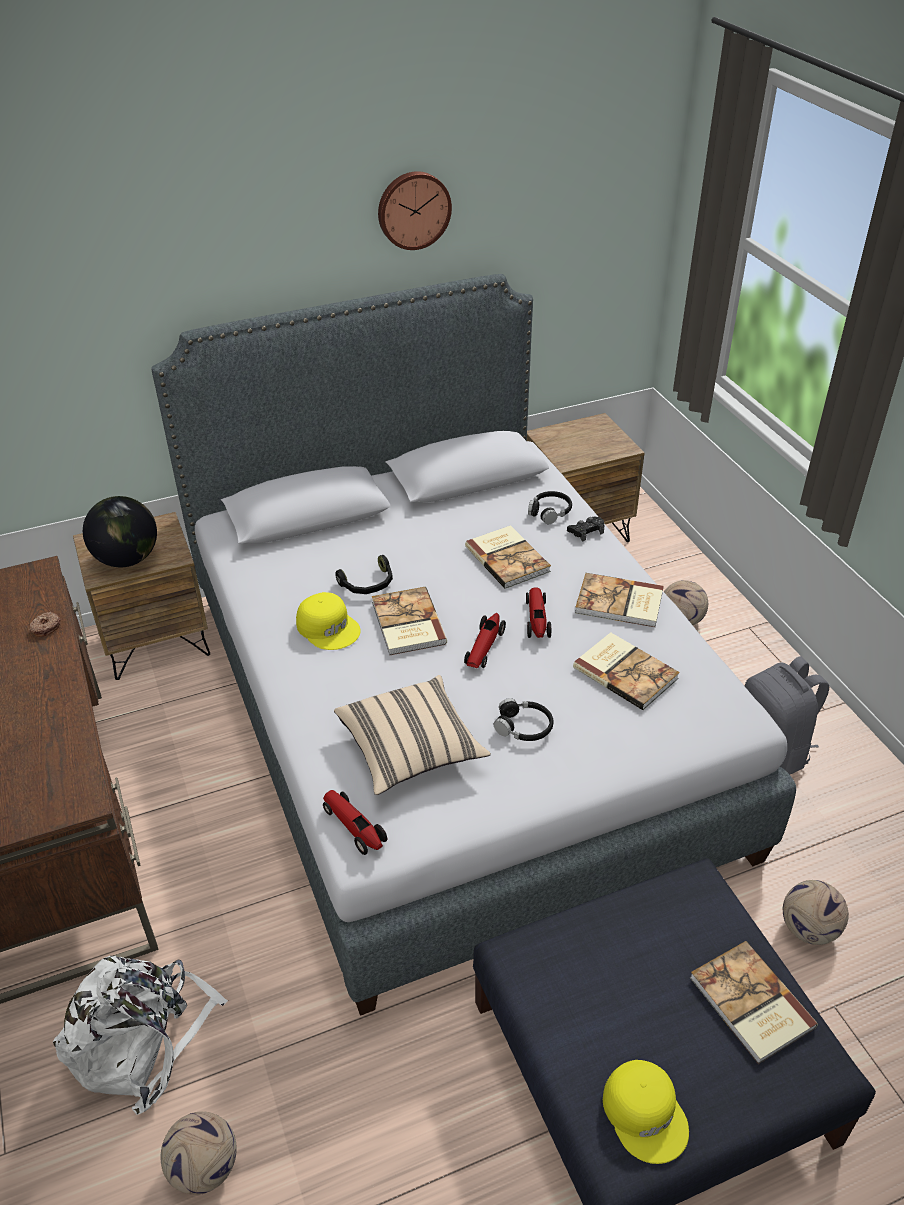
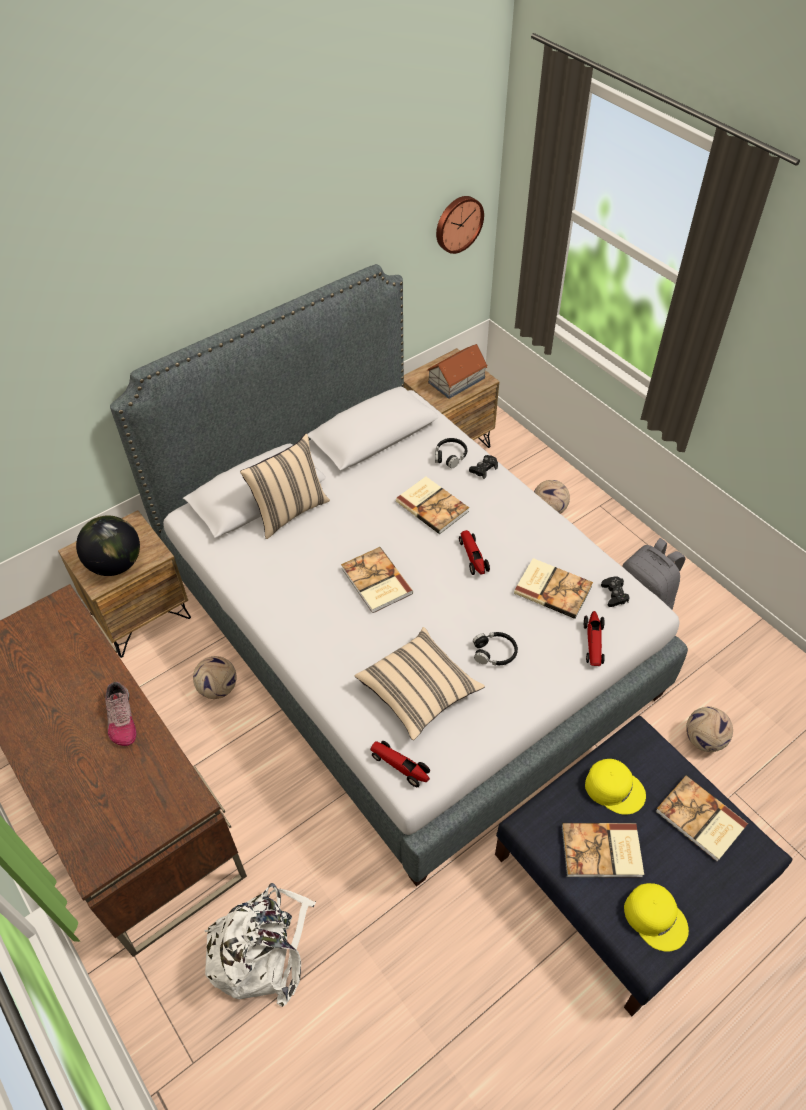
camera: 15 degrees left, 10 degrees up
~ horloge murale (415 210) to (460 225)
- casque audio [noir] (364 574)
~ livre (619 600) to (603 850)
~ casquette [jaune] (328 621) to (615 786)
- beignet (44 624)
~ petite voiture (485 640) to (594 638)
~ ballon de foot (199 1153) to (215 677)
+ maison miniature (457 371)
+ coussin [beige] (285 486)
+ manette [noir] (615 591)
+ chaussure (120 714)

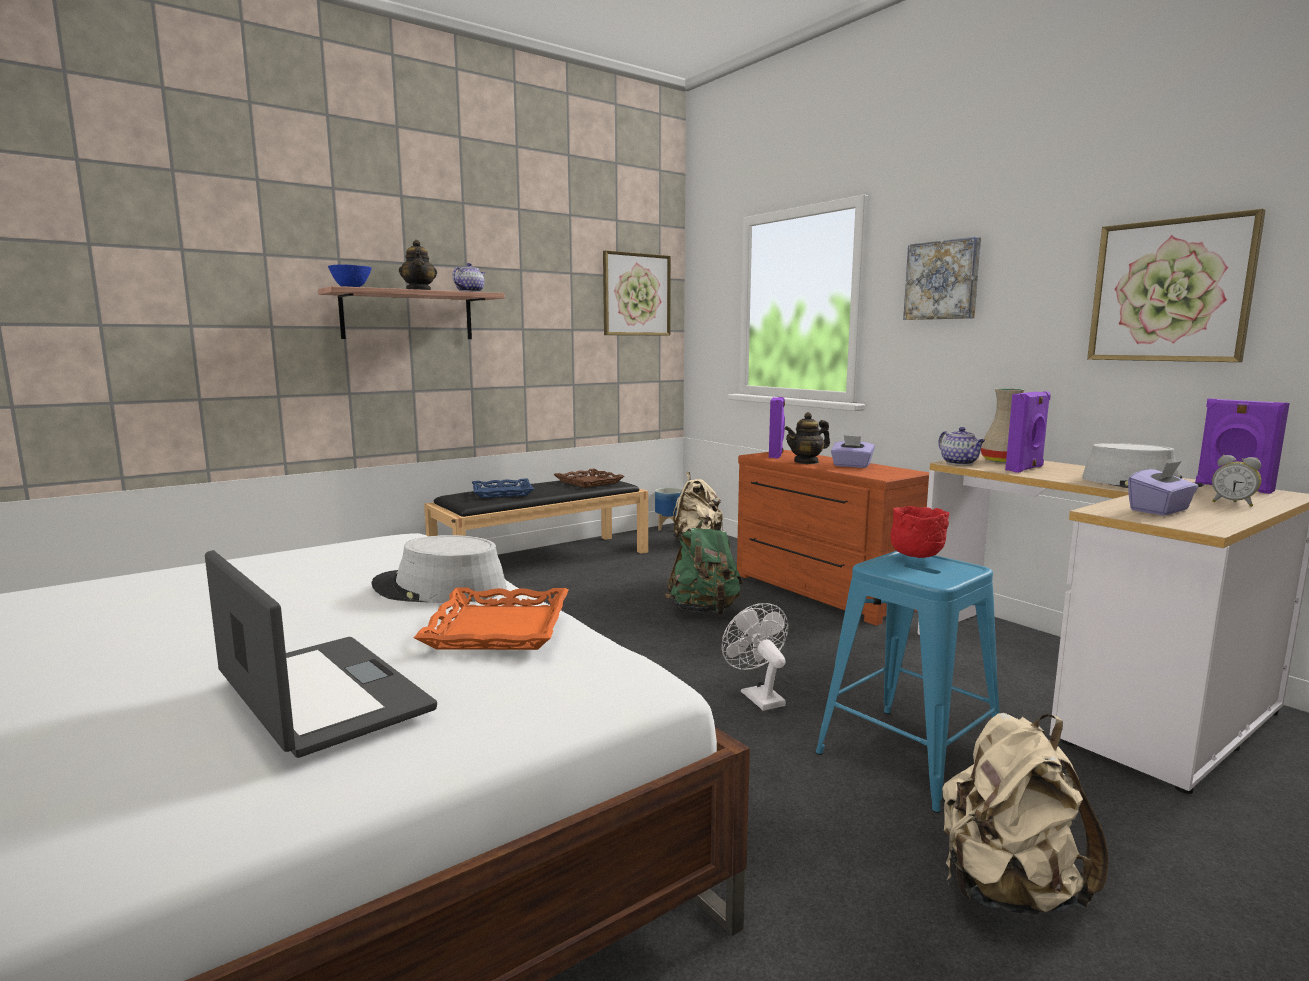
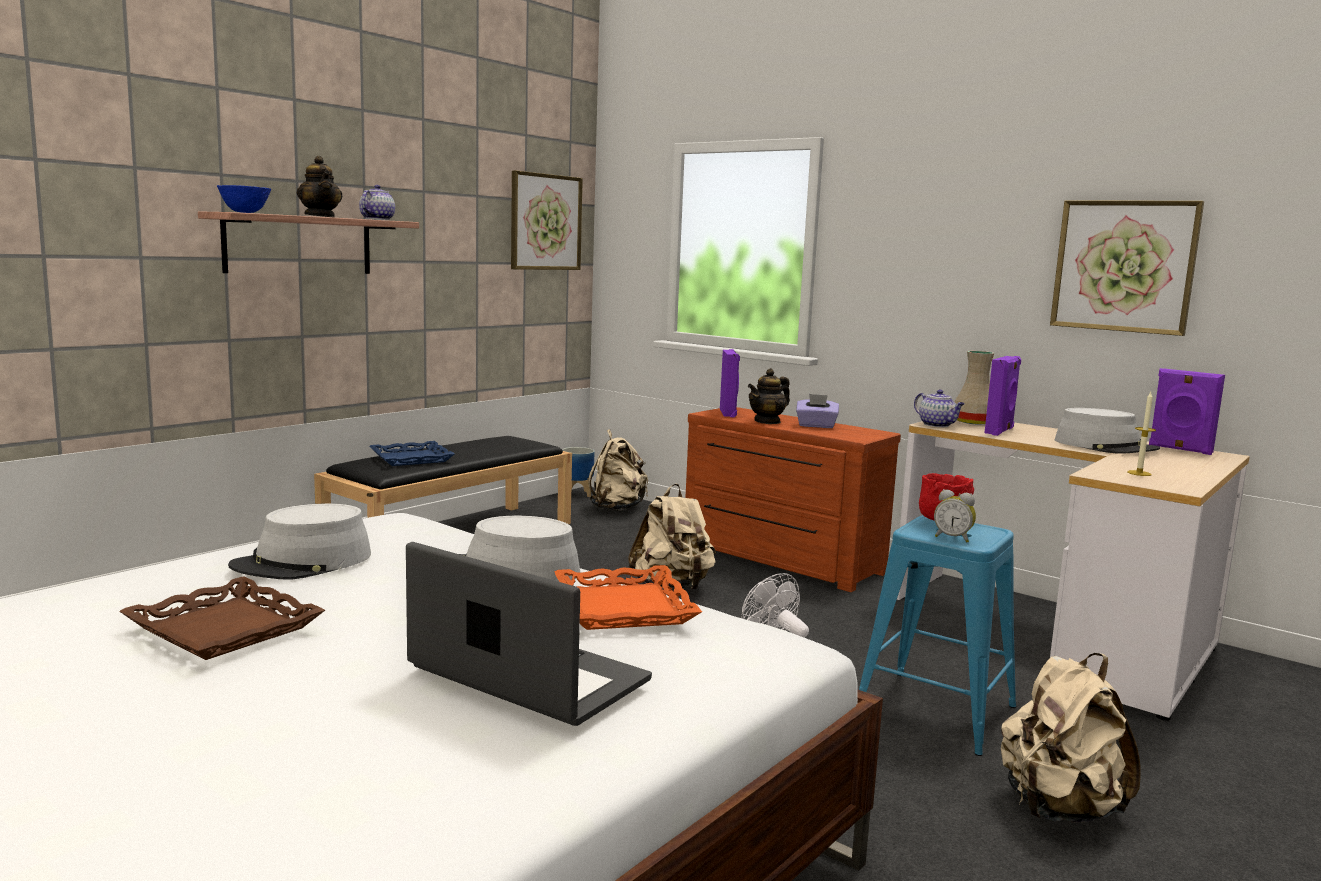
camera: 15 degrees left, 0 degrees up
- tableau (942 278)
~ réveil (1236 481) to (955 515)
~ boîte à mouchoirs [violet] (1163 488) to bougie (1141 434)
~ plateau [marron] (589 478) to (222 618)
~ sac à dos [vert] (703 566) to sac à dos [beige] (672 537)
+ chapeau [gris] (299 542)

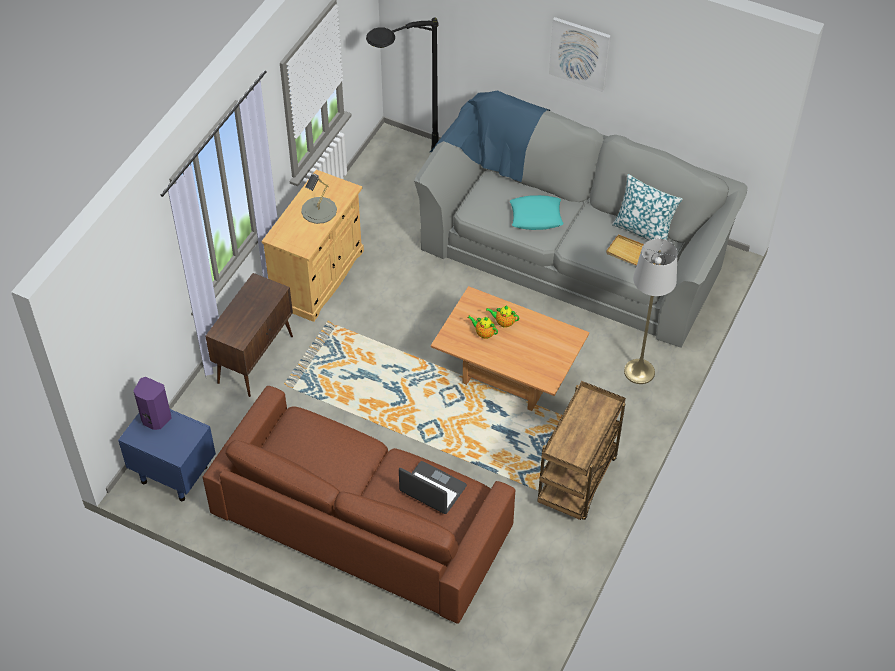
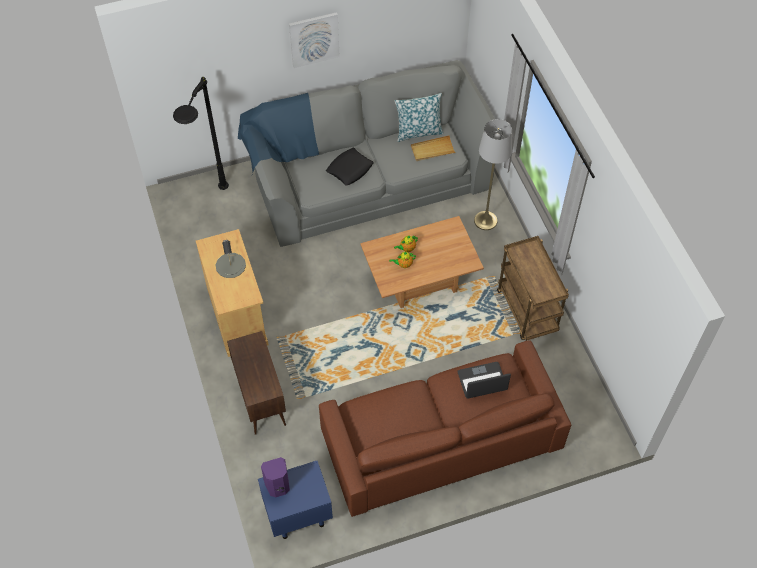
camera: 45 degrees left, 5 degrees up
~ coussin [turquoise] (536 212) to coussin [noir] (350 167)

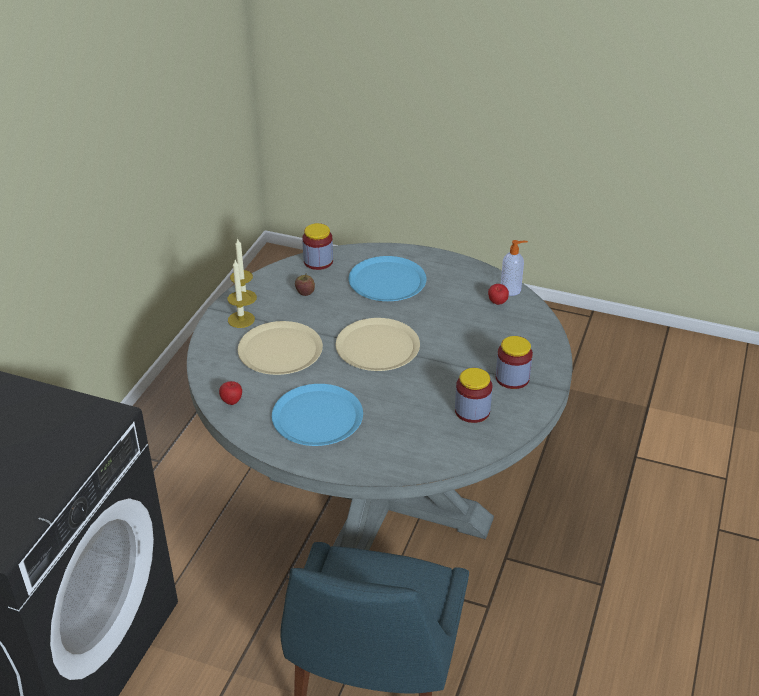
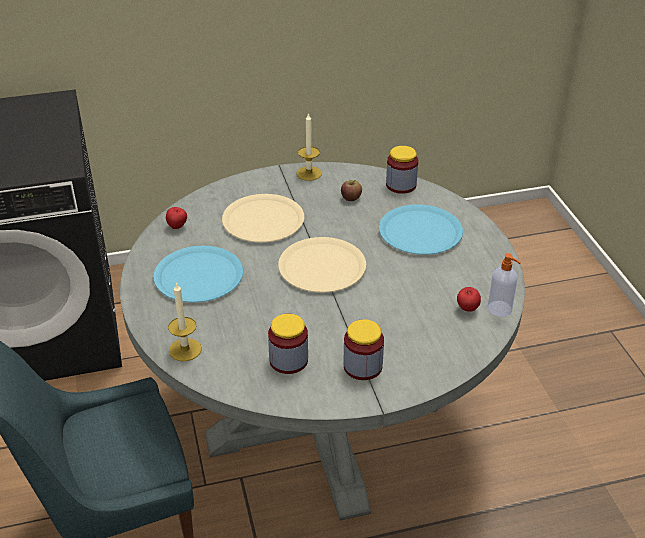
camera: 55 degrees right, 0 degrees up
~ bougie (241 294) to (185 321)

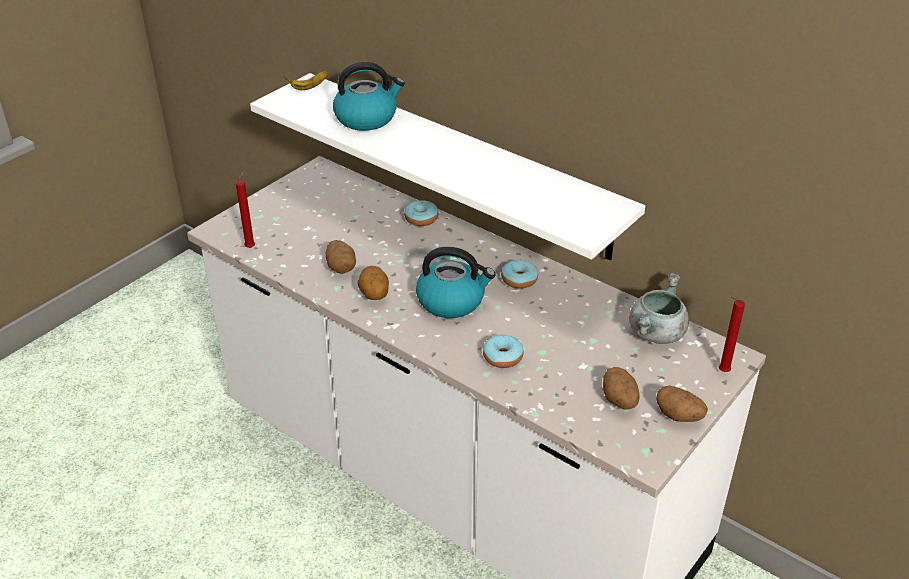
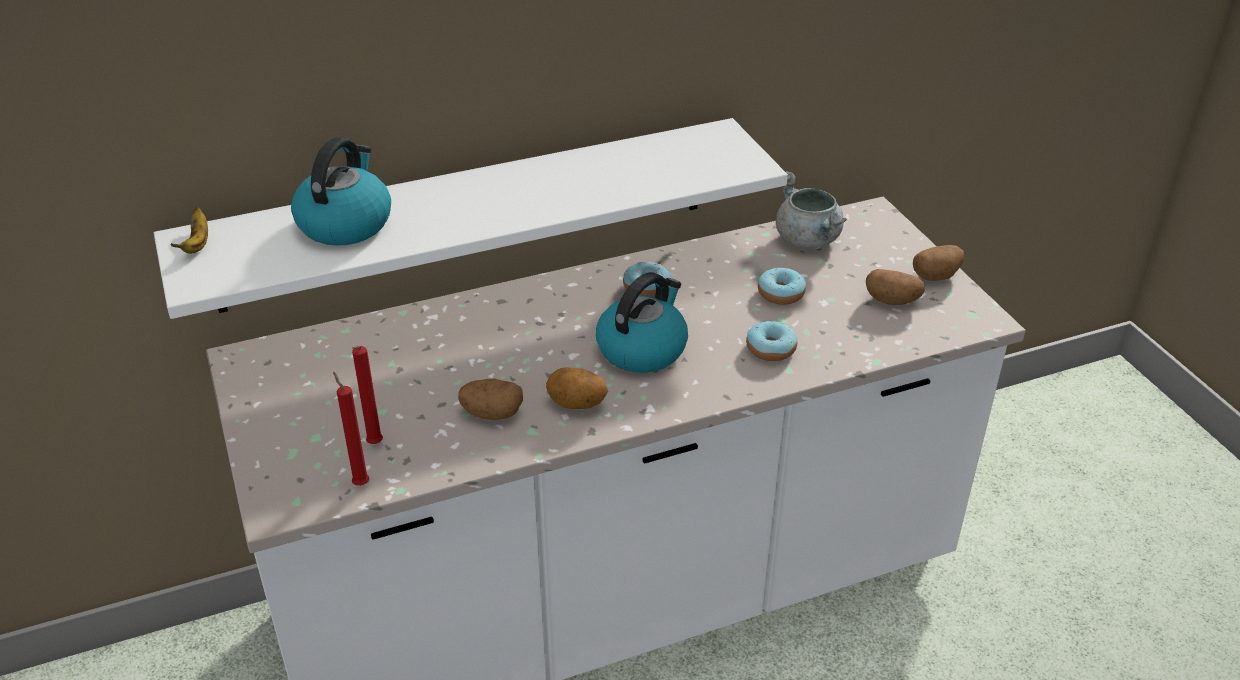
camera: 60 degrees left, 0 degrees up
~ beignet (421 213) to (782 286)
~ bougie [rouge] (732 334) to (367 395)

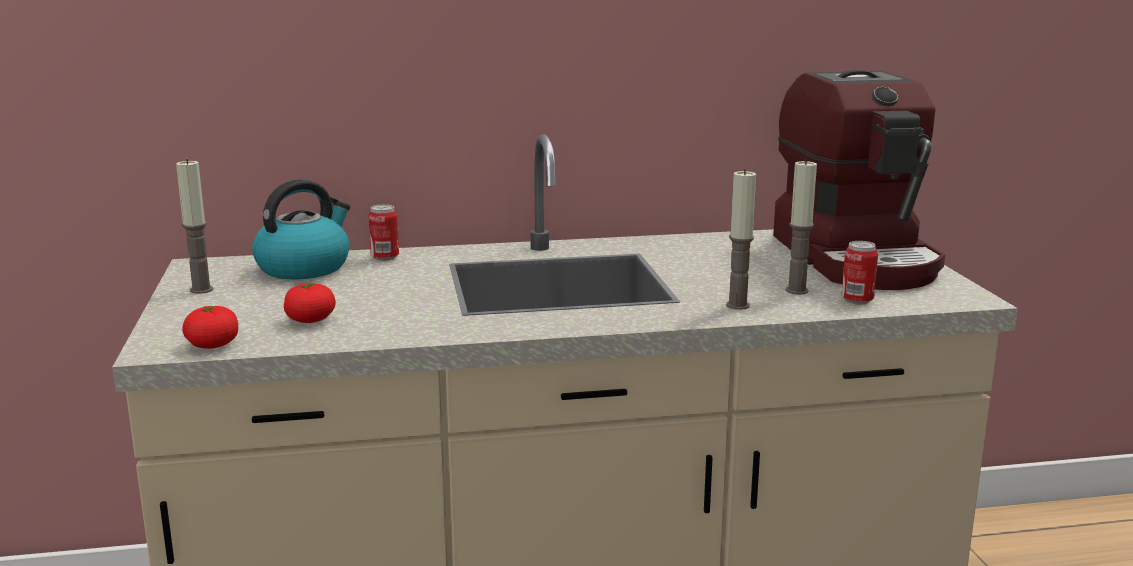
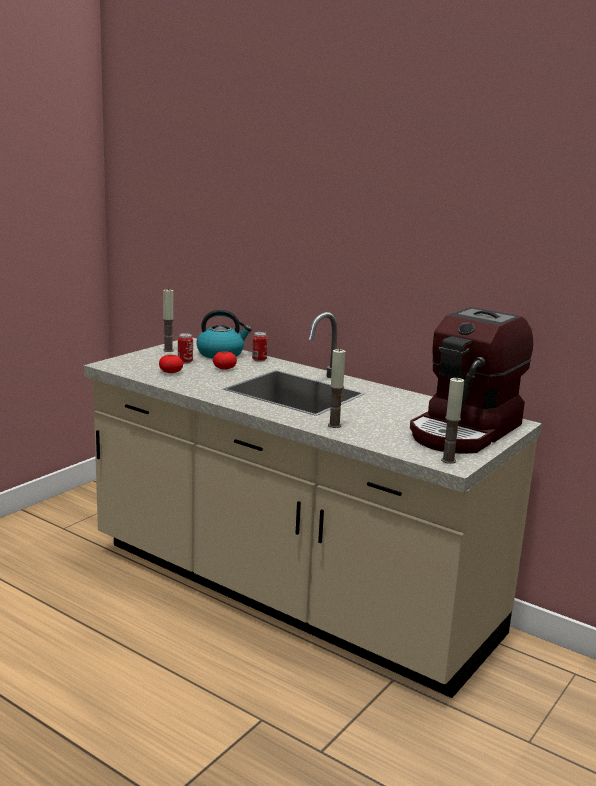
camera: 45 degrees right, 0 degrees up
~ bougie (801 226) to (452 420)
~ boîte métallique (859 272) to (185 348)
~ tomate (210 327) to (225 360)

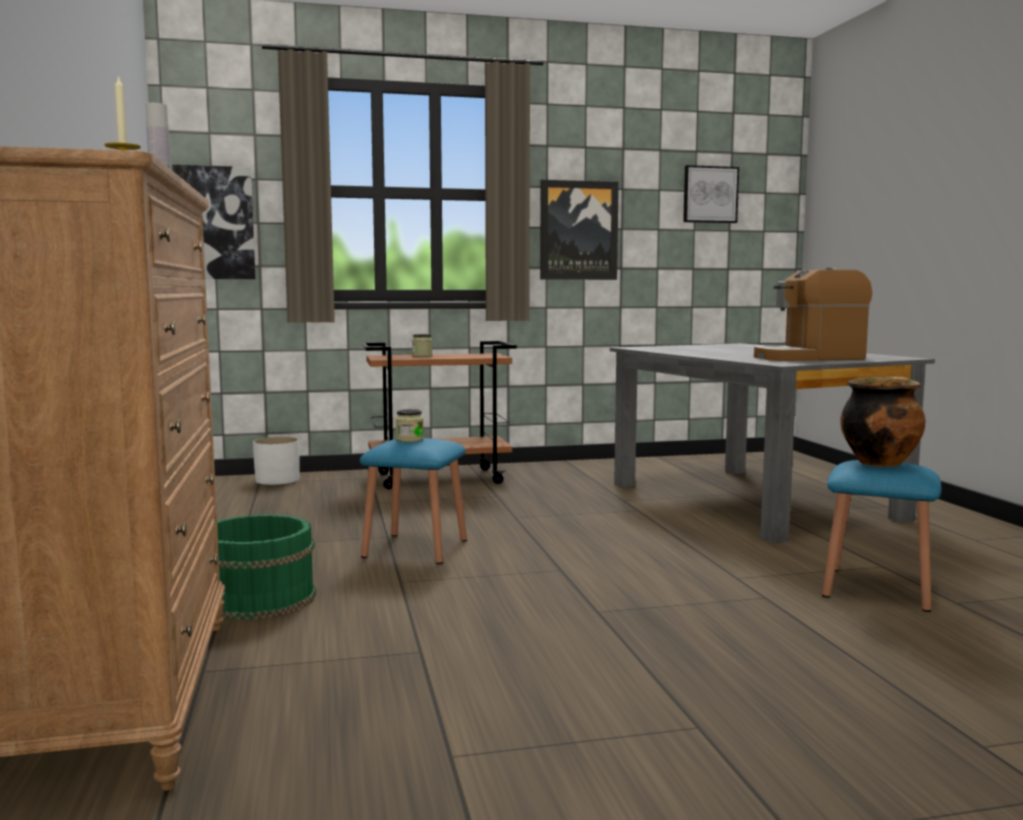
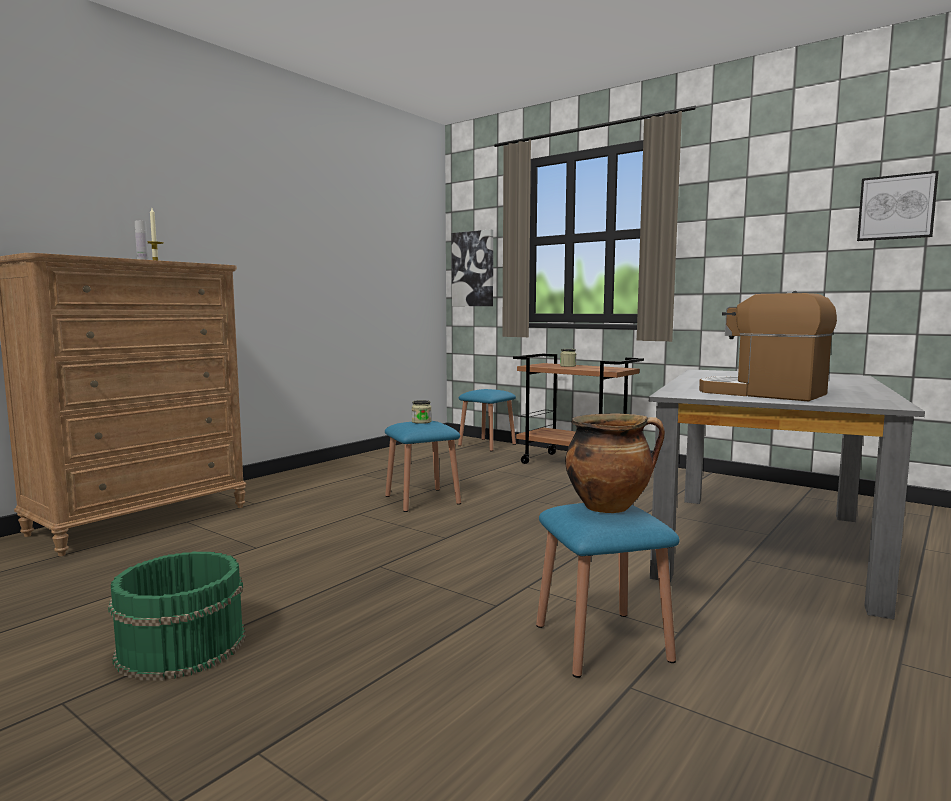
camera: 50 degrees right, 0 degrees up
- tableau (579 230)
~ cache-pot [blanc] (276 461) to tabouret [bleu] (487 420)
~ seau [vert] (266 567) to (177 616)

